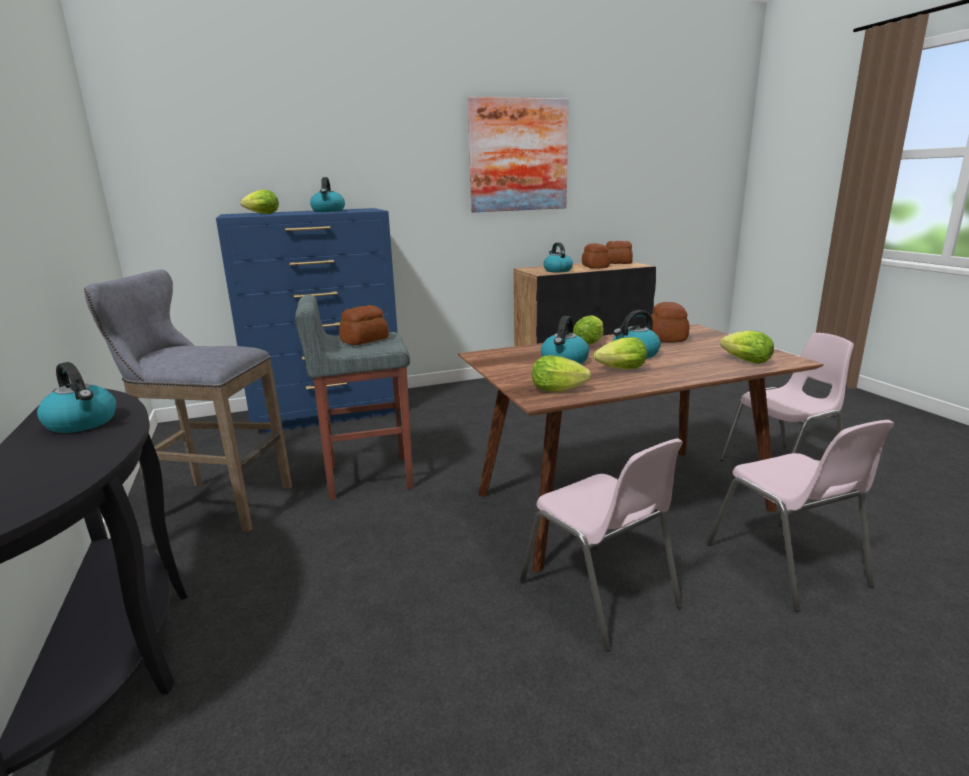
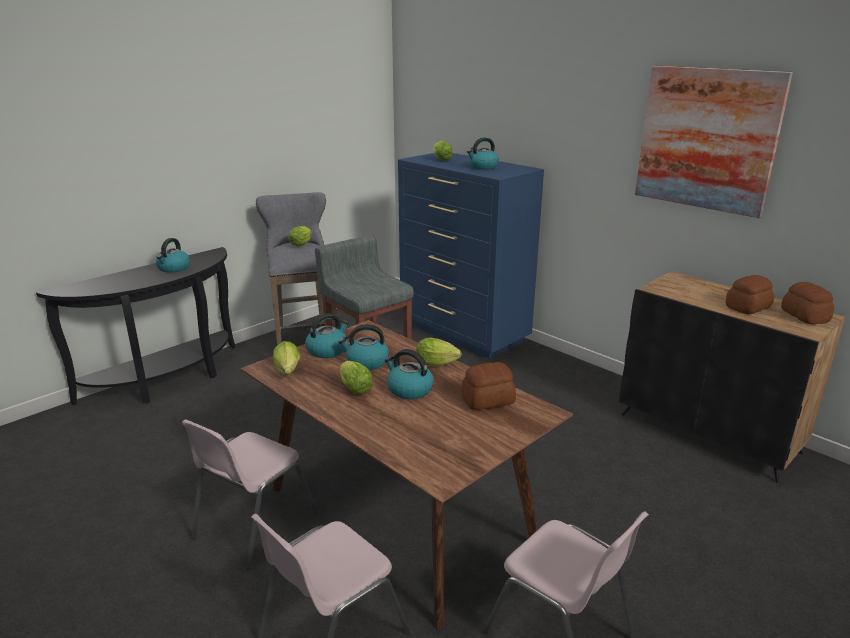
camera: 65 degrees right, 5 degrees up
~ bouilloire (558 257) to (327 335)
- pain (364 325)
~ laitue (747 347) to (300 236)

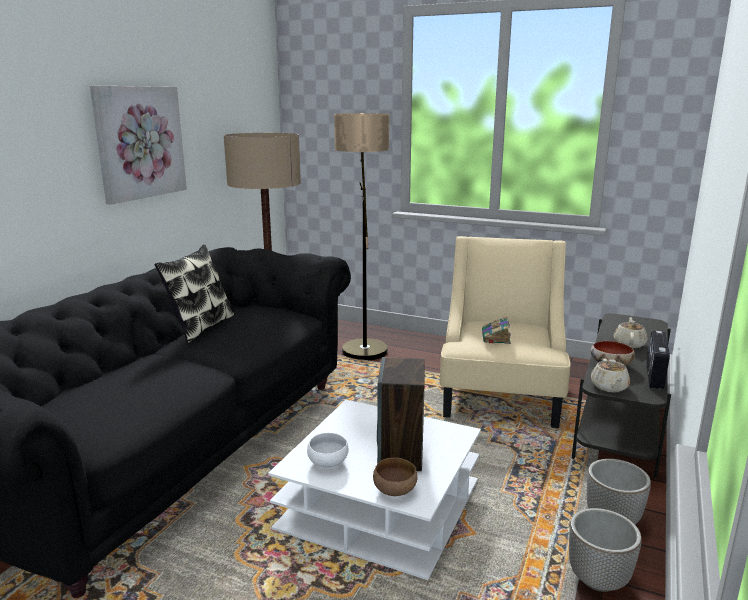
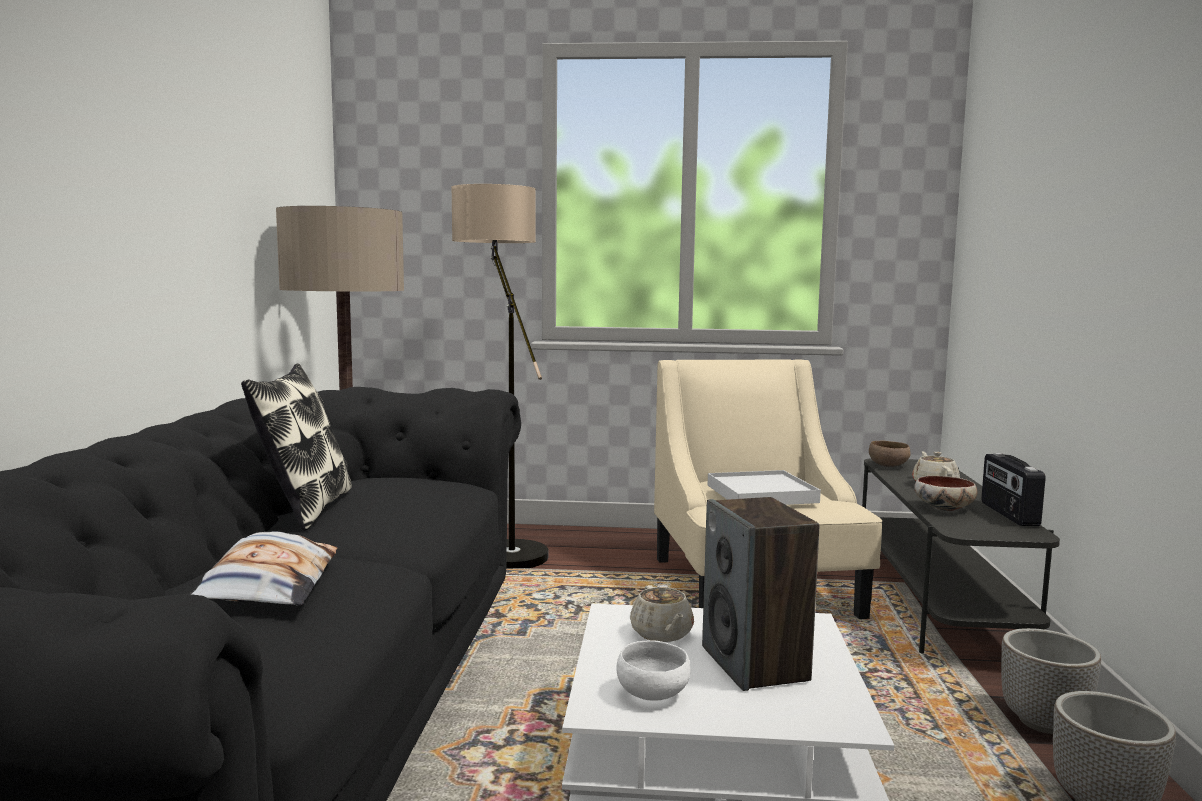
camera: 20 degrees left, 10 degrees down
- tableau (138 145)
~ livre (496 330) to plateau [blanc] (764 487)
~ théière [beige] (610 375) to (662 613)
~ bol [marron] (395 477) to (890 454)
+ coussin (263 568)

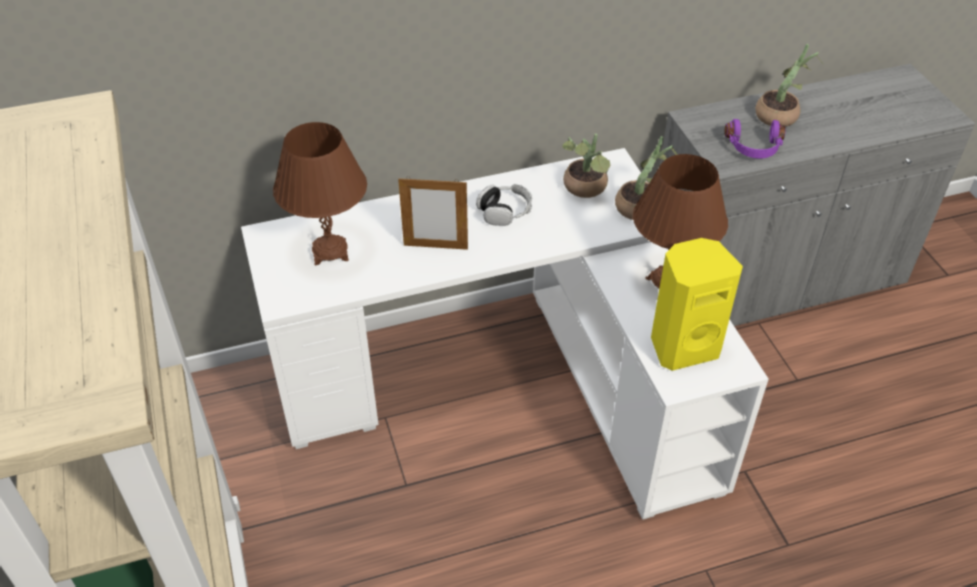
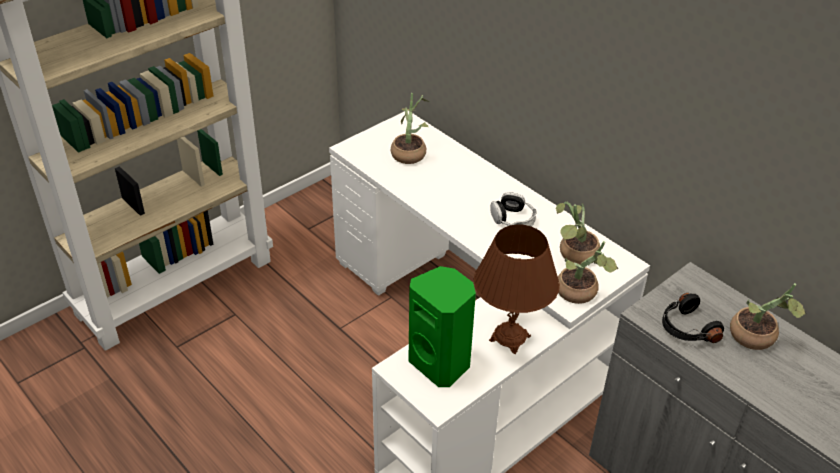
camera: 65 degrees right, 5 degrees down
~ casque audio [violet] (755 139) to casque audio [noir] (693 318)
~ lampe de table [marron] (320 193) to plante en pot (410 128)
- cadre photo (433 213)
~ enceinte [jaune] (697 304) to enceinte [vert] (442 326)

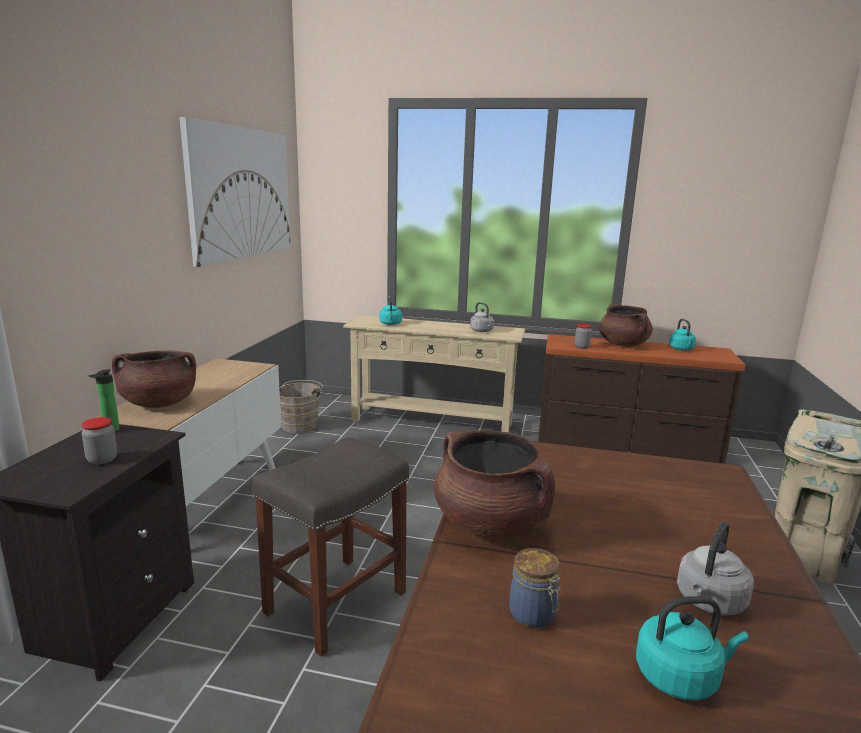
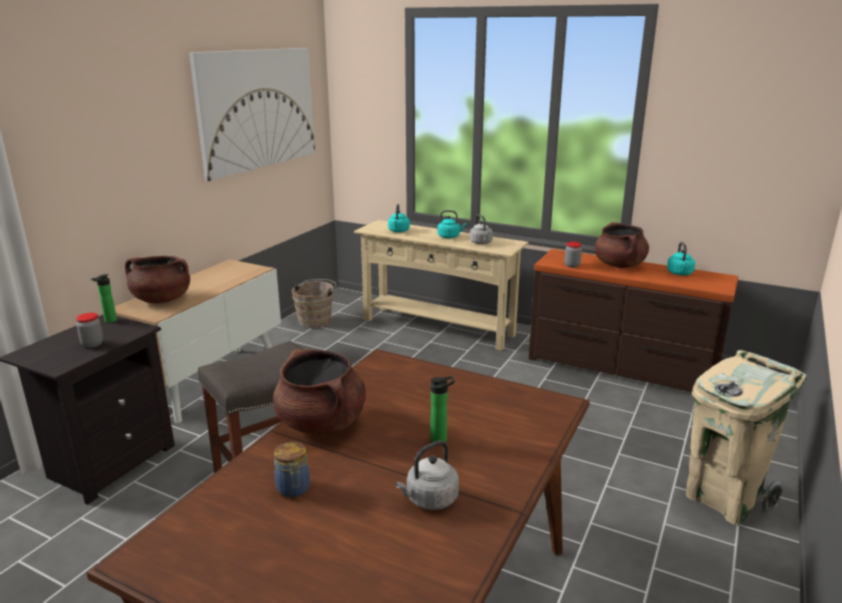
camera: 15 degrees right, 5 degrees up
~ bouilloire [turquoise] (692 648) to (452 224)
+ bouteille (442 409)

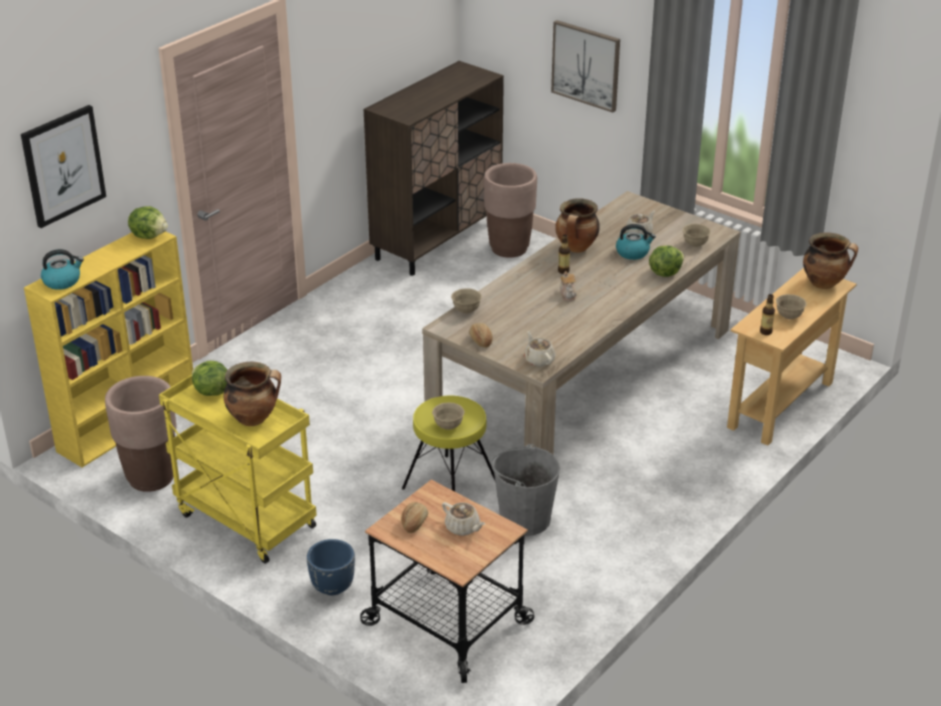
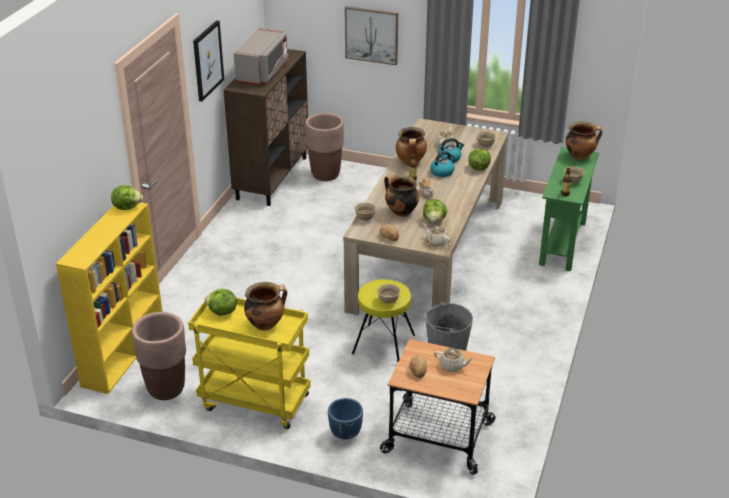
camera: 20 degrees left, 0 degrees up
~ tableau (63 166) to (208 61)
~ bouilloire (62 269) to (442 164)
~ table console [beige] (792 357) to table console [vert] (569 209)
+ micro-ondes [gris] (261 56)
+ marmite (401 196)
+ laitue (435 211)

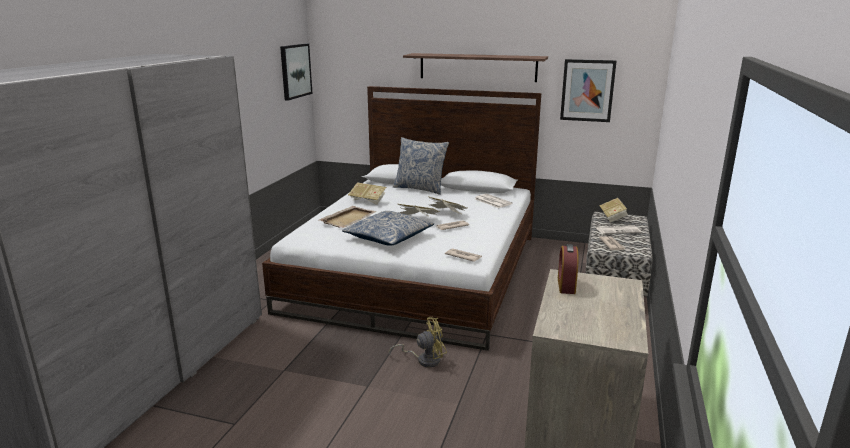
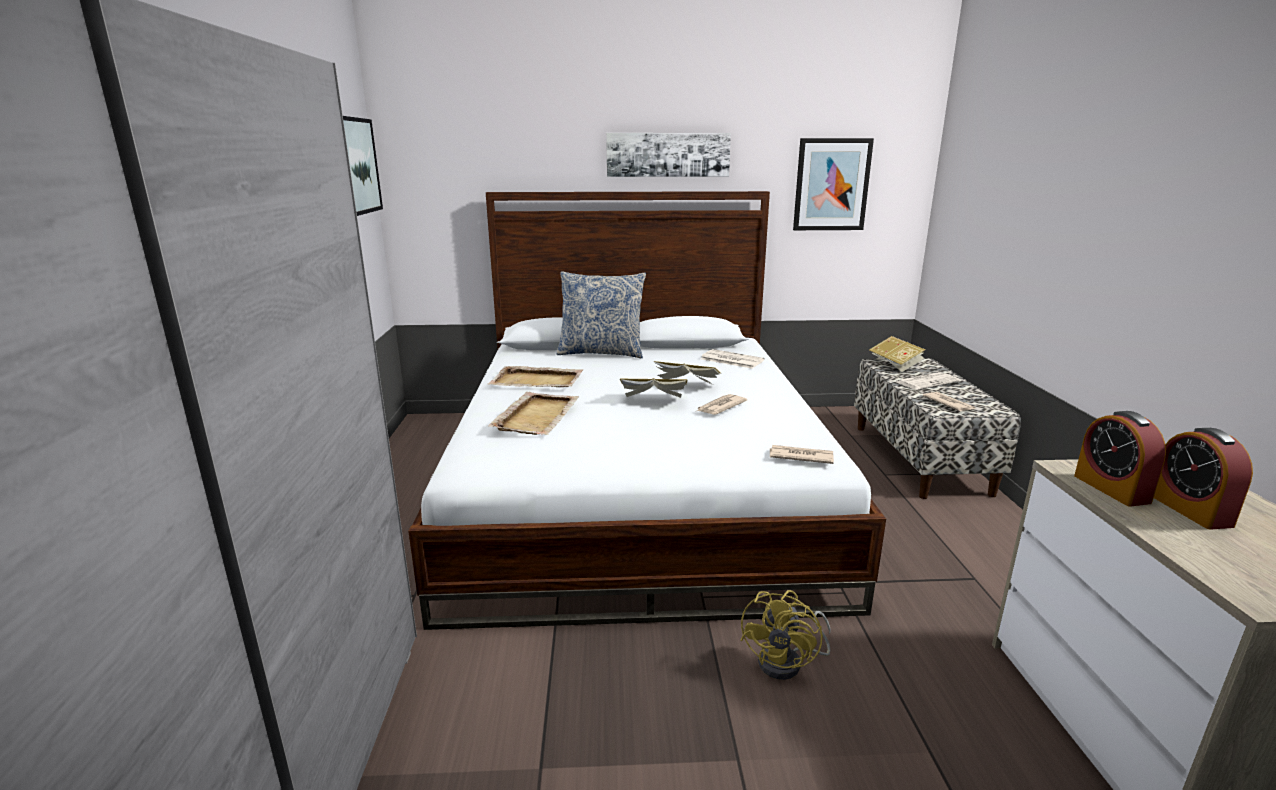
camera: 20 degrees left, 0 degrees up
~ étagère (475 67) to tableau (668 155)
~ livre (367 193) to plateau [beige] (535 376)
- coussin (388 228)
~ ventilateur [jaune] (418 342) = (785 635) 150 degrees clockwise
+ réveil (1203 479)

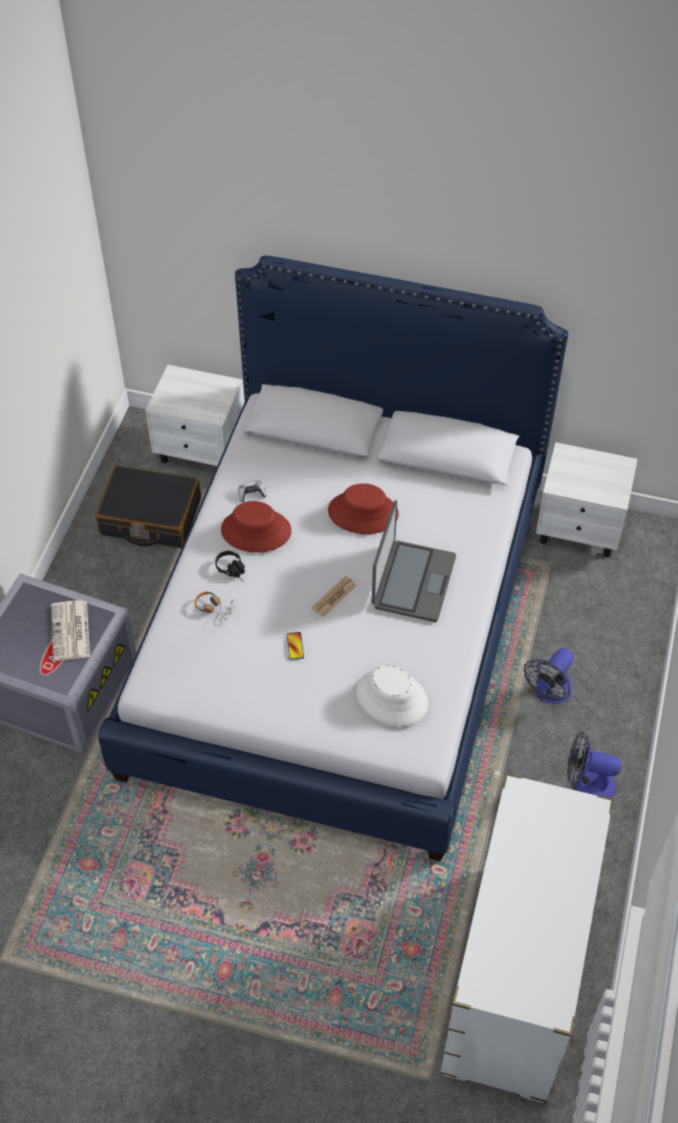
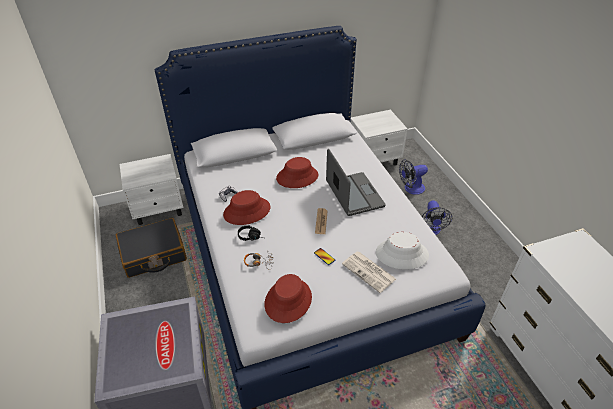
camera: 35 degrees left, 10 degrees down
~ journal (70 630) to (369 272)
~ ventilateur (594 764) to (413 177)
+ chapeau [rouge] (288 298)

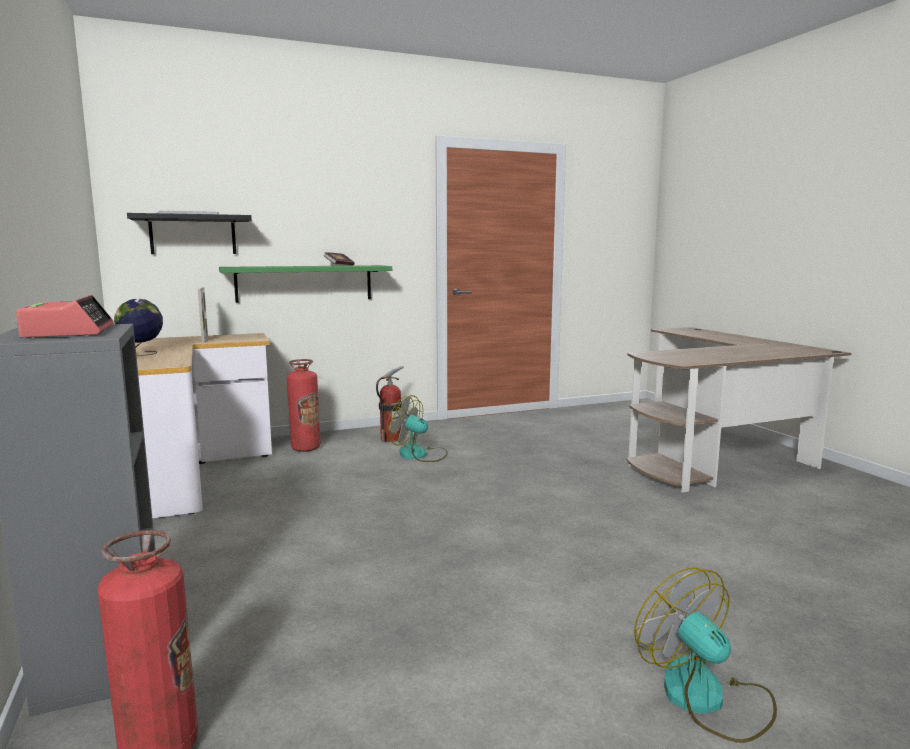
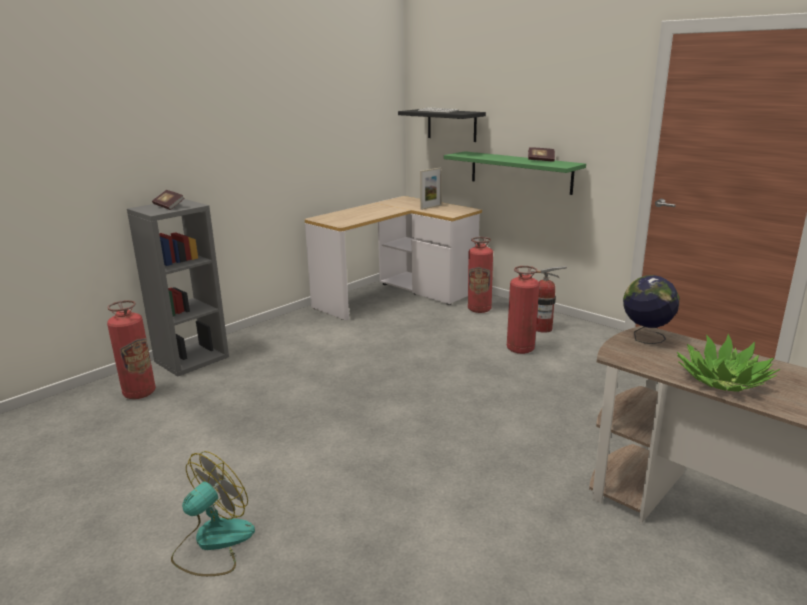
camera: 65 degrees right, 10 degrees up
~ réveil (65 316) to livre (168 200)
~ globe (138 327) to (651 309)
~ ventilateur (417 428) to extincteur (523 310)
+ plante en pot (729 363)

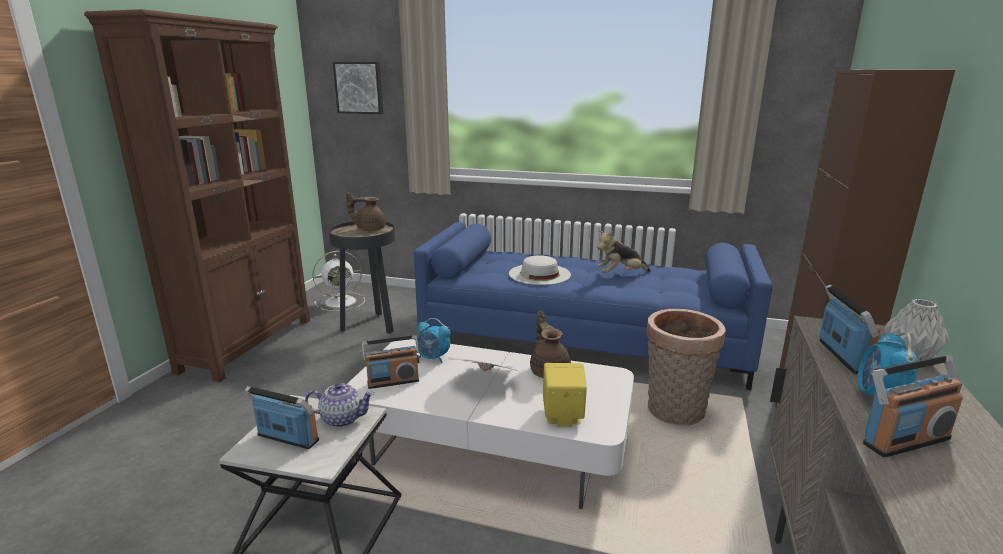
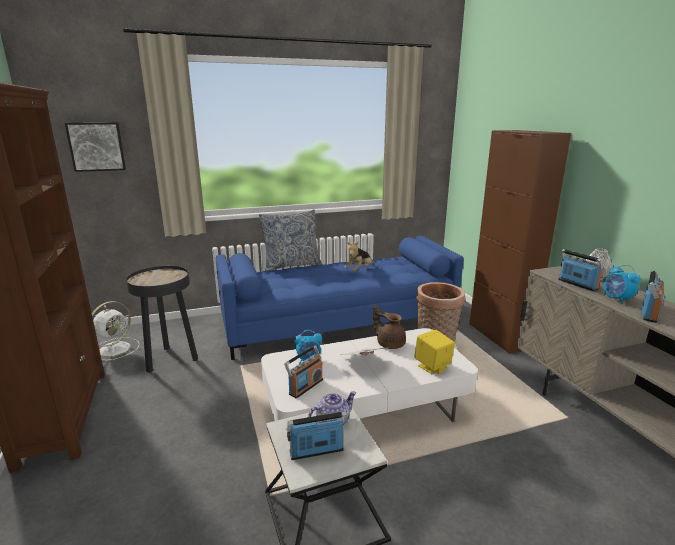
camera: 35 degrees left, 0 degrees up
- théière [marron] (366 211)
- chapeau [blanc] (540 270)
+ coussin (290 240)

